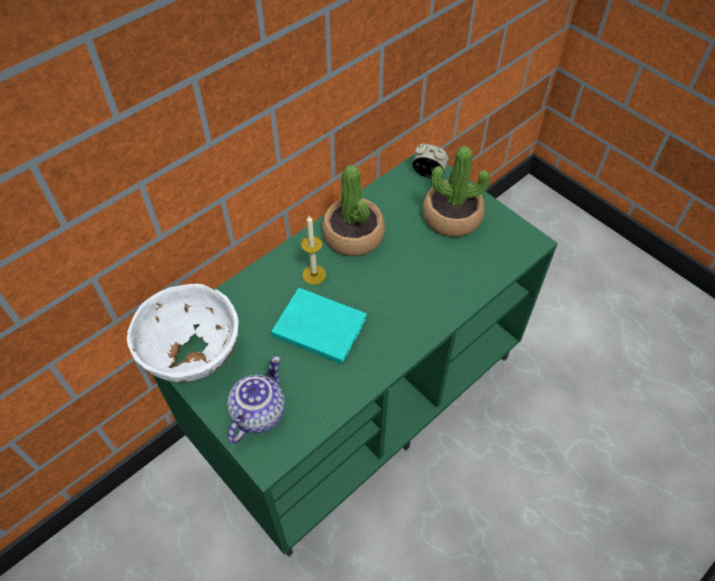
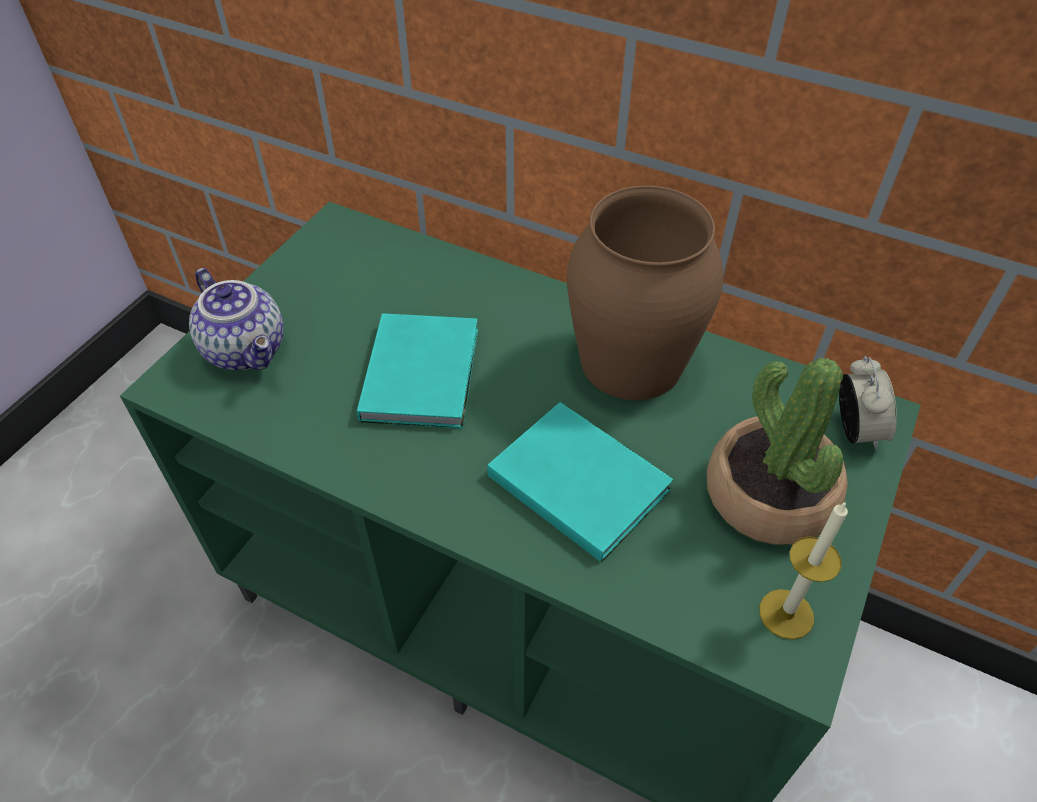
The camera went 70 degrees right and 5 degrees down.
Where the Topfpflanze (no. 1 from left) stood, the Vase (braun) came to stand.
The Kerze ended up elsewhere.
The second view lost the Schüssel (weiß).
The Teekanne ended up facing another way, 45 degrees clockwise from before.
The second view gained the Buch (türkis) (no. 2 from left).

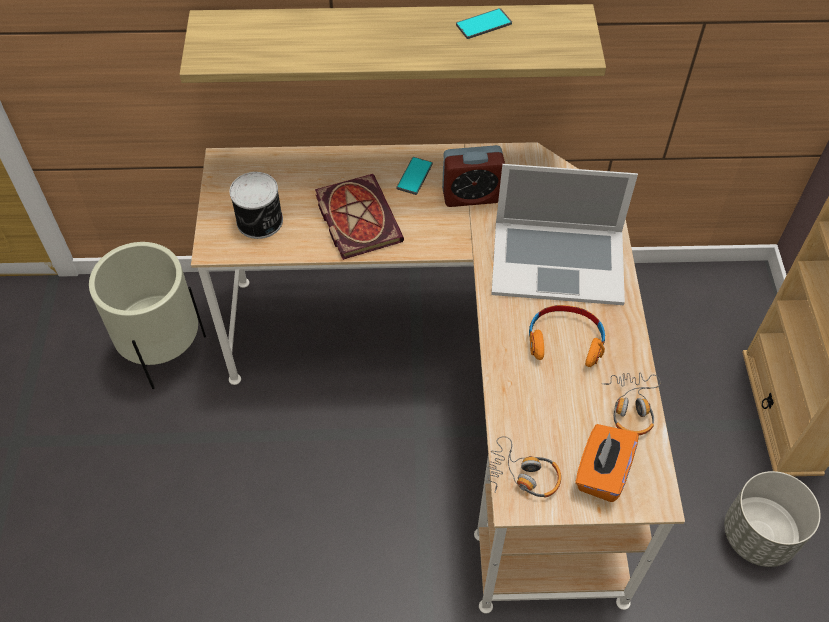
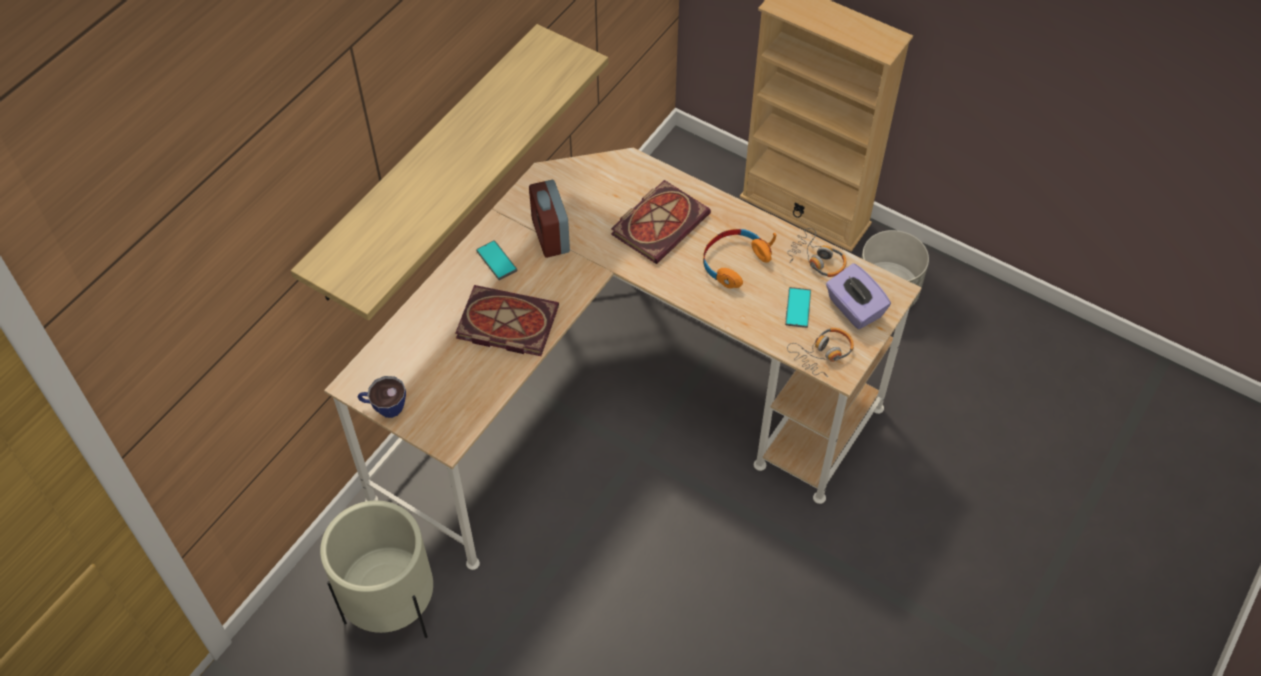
The camera went 55 degrees left and 0 degrees up.
The Handy (no. 2 from left) ended up elsewhere.
The Wecker ended up facing another way, 135 degrees clockwise from before.
Where the Laptop stood, the Buch (no. 2 from left) came to stand.
The second view lost the Dose.
What was the Taschentuchbox (orange) turned into the Taschentuchbox (lila).
The second view gained the Tasse.

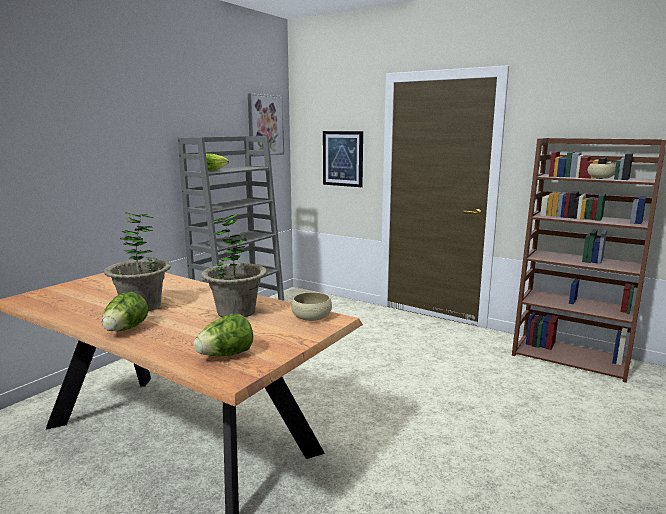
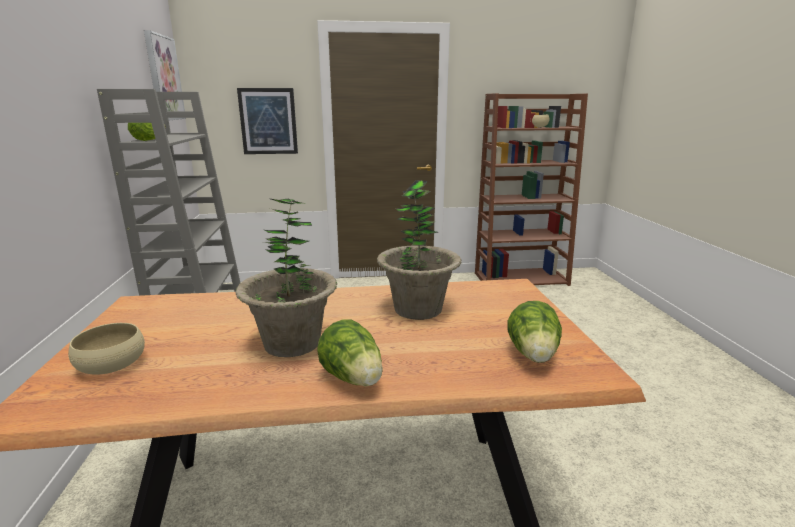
The camera went 40 degrees left and 5 degrees up.
The Schüssel (beige) (no. 1 from left) ended up elsewhere.

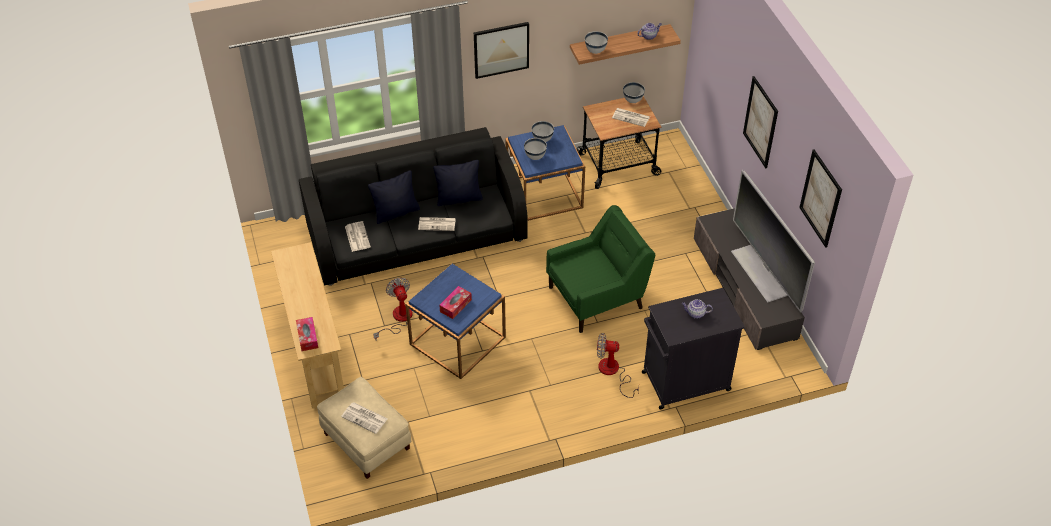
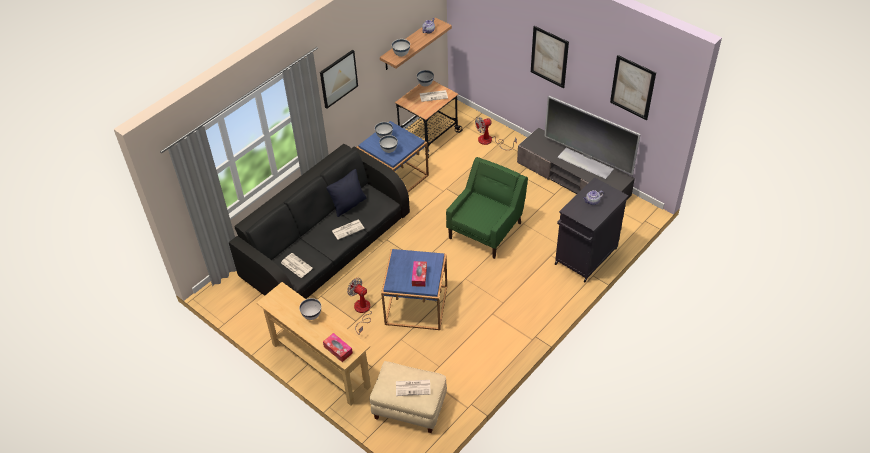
The camera went 30 degrees left and 0 degrees up.
The second view lost the Kissen (schwarz) (no. 1 from left).
The Ventilator (no. 2 from left) ended up elsewhere.
The second view gained the Schüssel (weiß) (no. 1 from left).

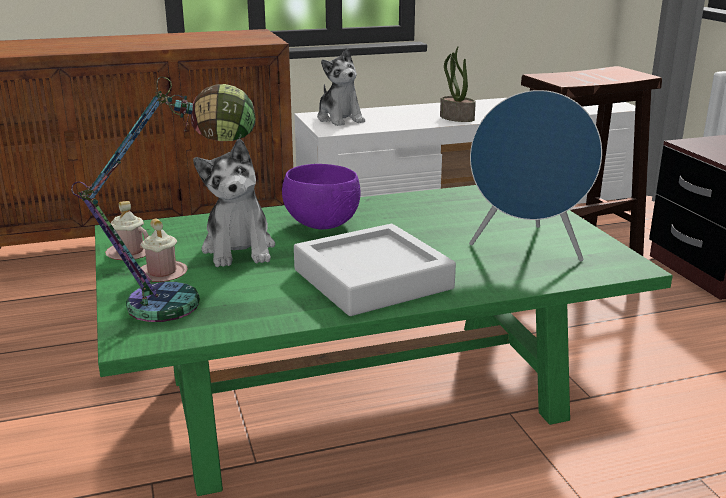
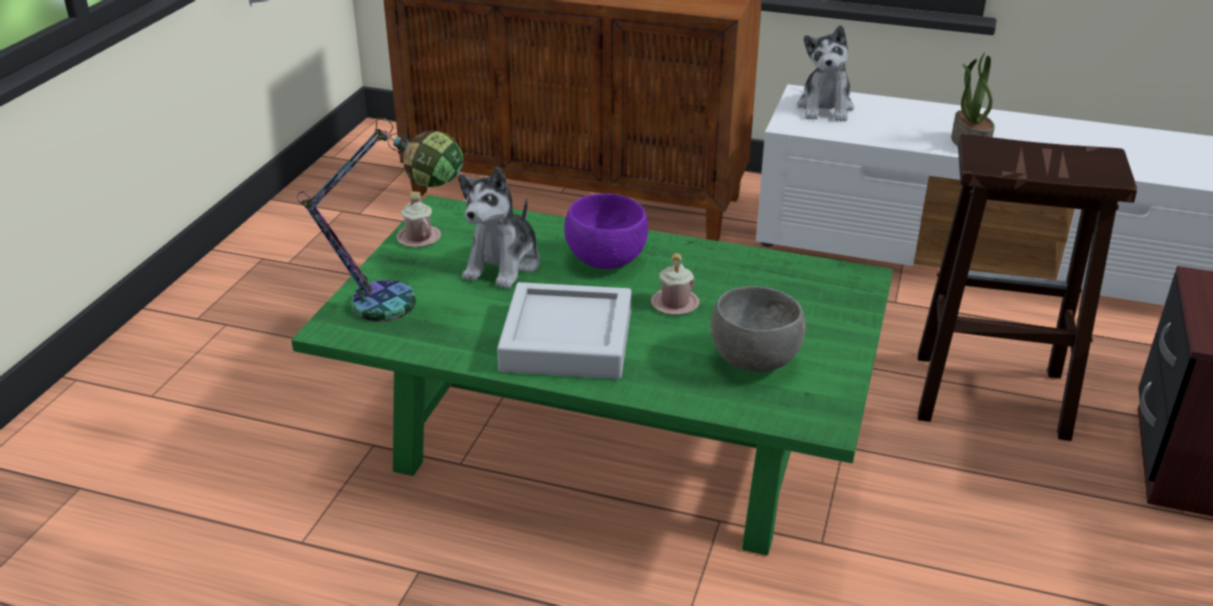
The camera went 35 degrees right and 10 degrees up.
Where the Lautsprecher (blau) stood, the Schüssel (grau) came to stand.
The Henkelbecher (rosa) (no. 2 from left) ended up elsewhere.

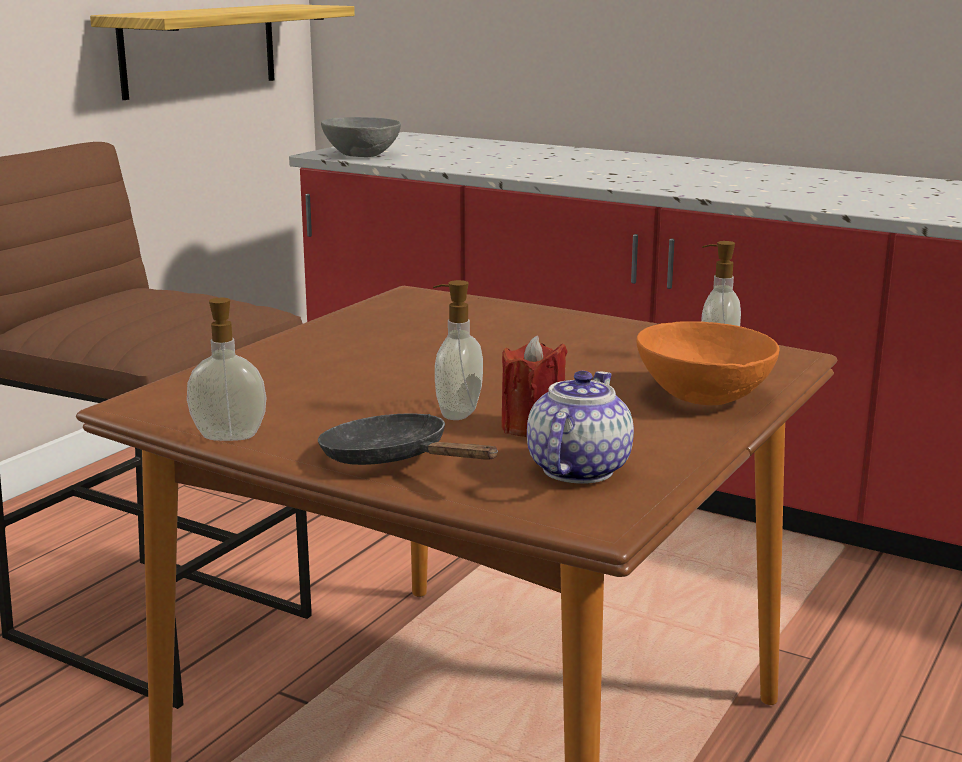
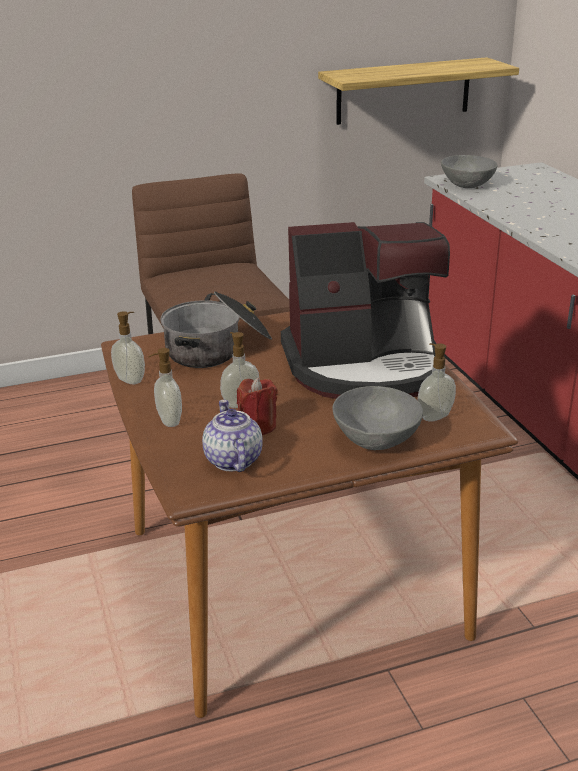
The camera went 40 degrees right and 10 degrees up.
What was the Schüssel (orange) turned into the Schüssel (grau) (no. 1 from left).
The Teekanne ended up facing another way, 75 degrees counterclockwise from before.
Where the Pfanne (schwarz) stood, the Seifenspender (no. 2 from left) came to stand.
The second view gained the Kaffeemaschine.
The second view gained the Kochtopf.

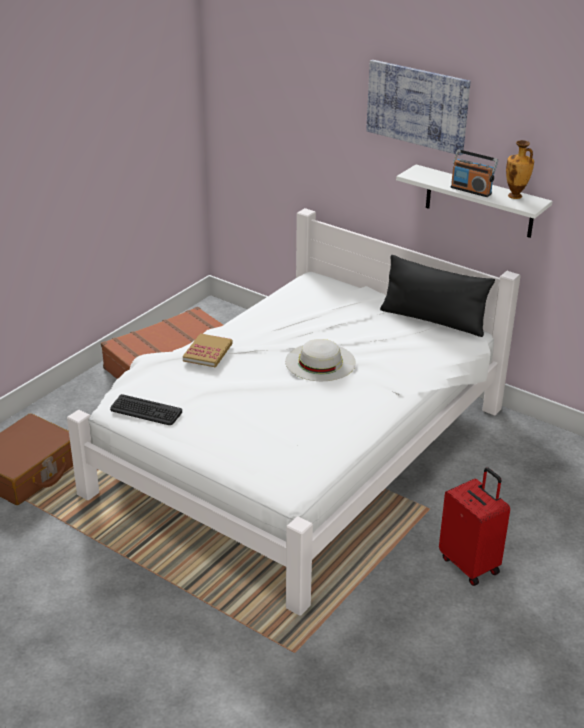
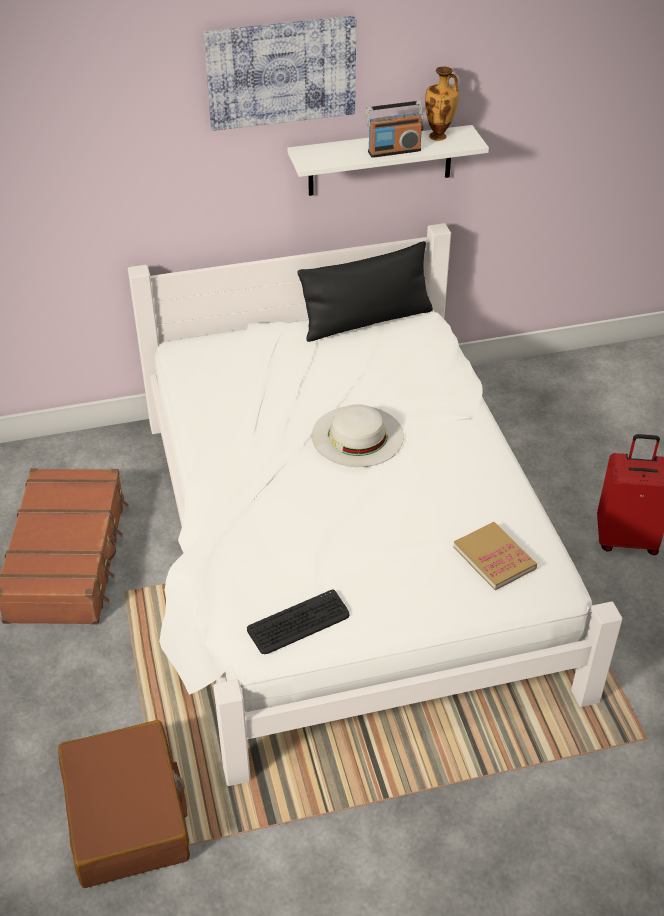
The camera went 50 degrees left and 10 degrees up.
The Buch ended up elsewhere.

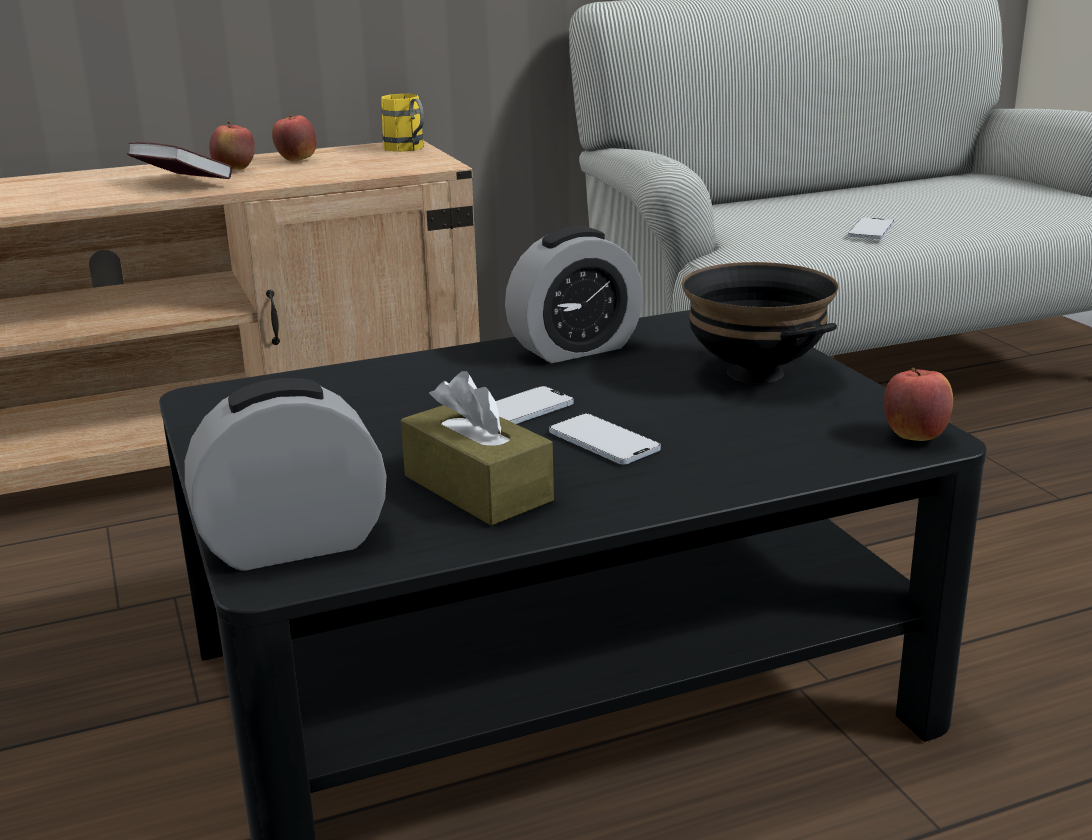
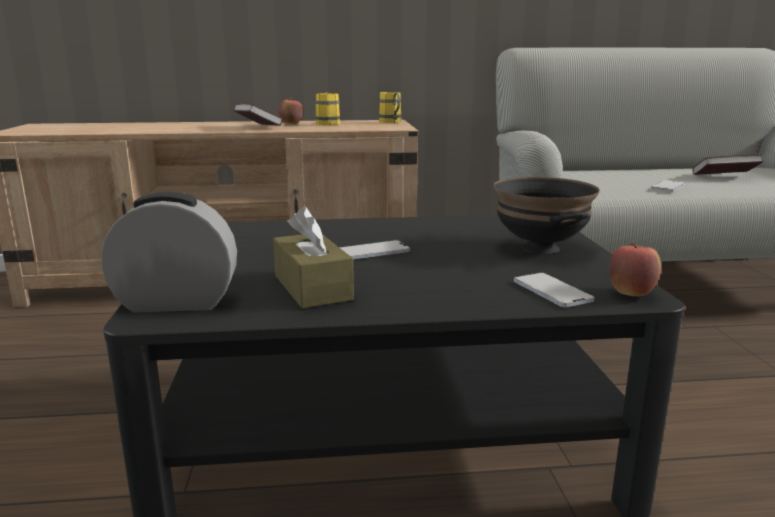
The camera went 15 degrees right and 5 degrees down.
Where the Apfel (no. 2 from left) stood, the Henkelbecher (gelb) (no. 1 from left) came to stand.
The second view lost the Wecker (no. 2 from left).
The Handy (no. 2 from left) ended up elsewhere.
The second view gained the Buch (no. 2 from left).

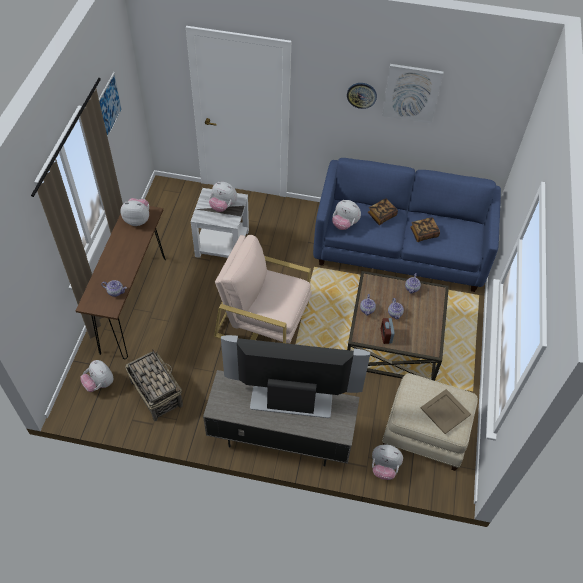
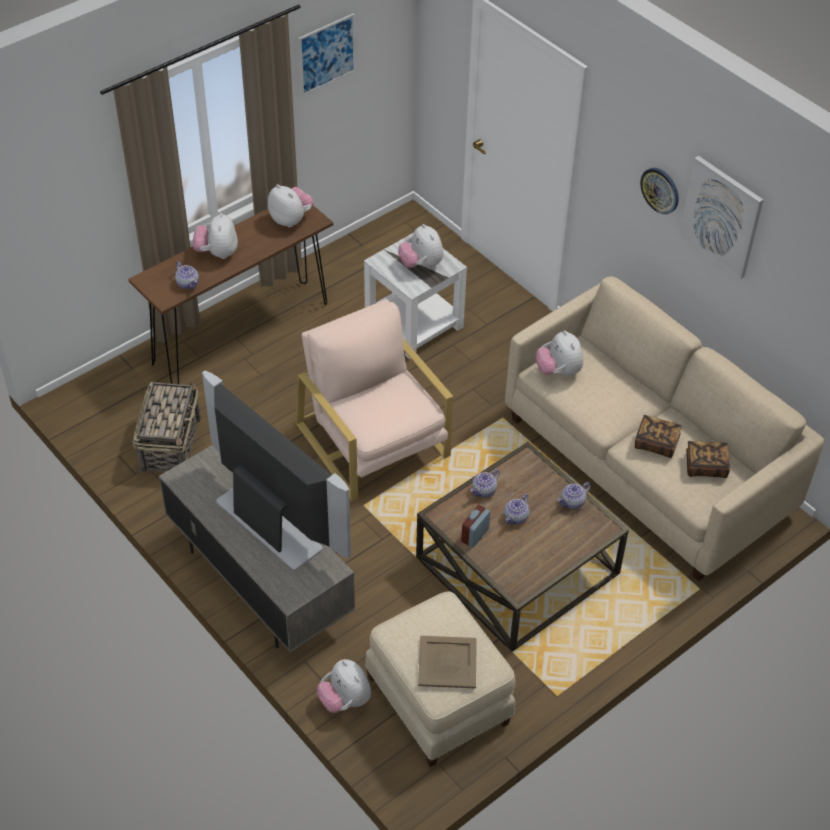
The camera went 40 degrees right and 5 degrees down.
What was the Sofa (blau) turned into the Sofa (beige).
The Buch (no. 1 from left in the first image) ended up elsewhere.
The Plüschtier (no. 1 from left) ended up elsewhere.

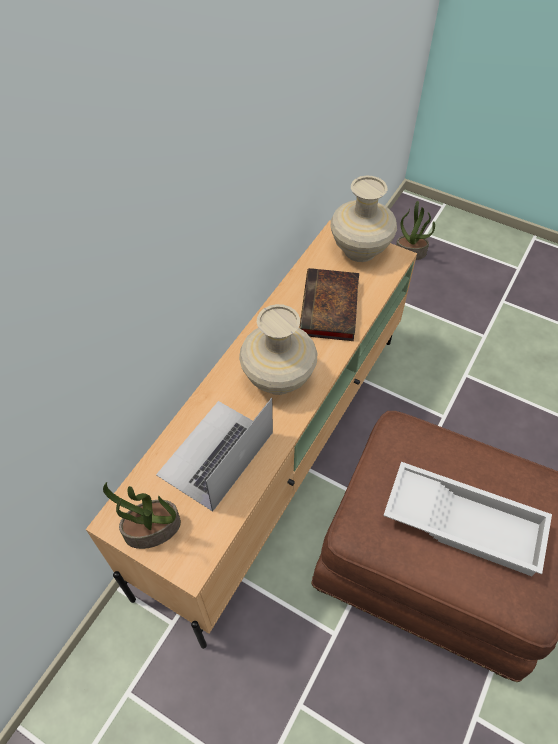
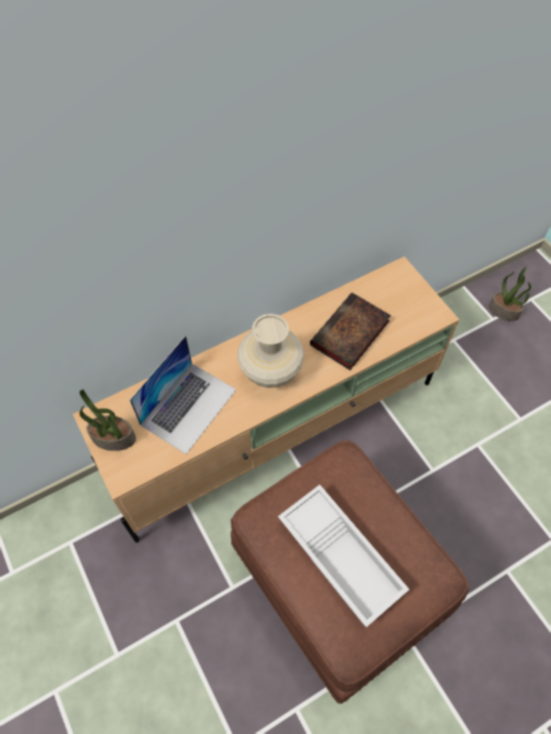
The camera went 30 degrees right and 5 degrees up.
The second view lost the Vase (beige) (no. 2 from left).
The Laptop ended up facing another way, 150 degrees clockwise from before.

